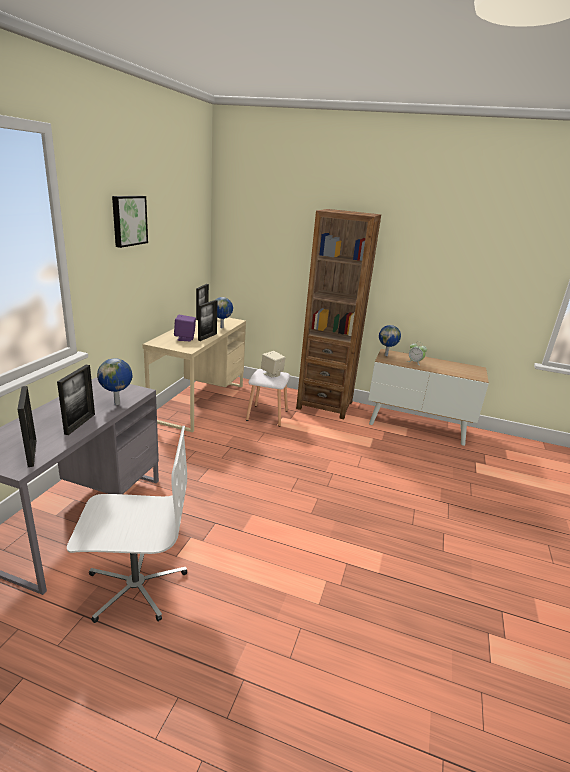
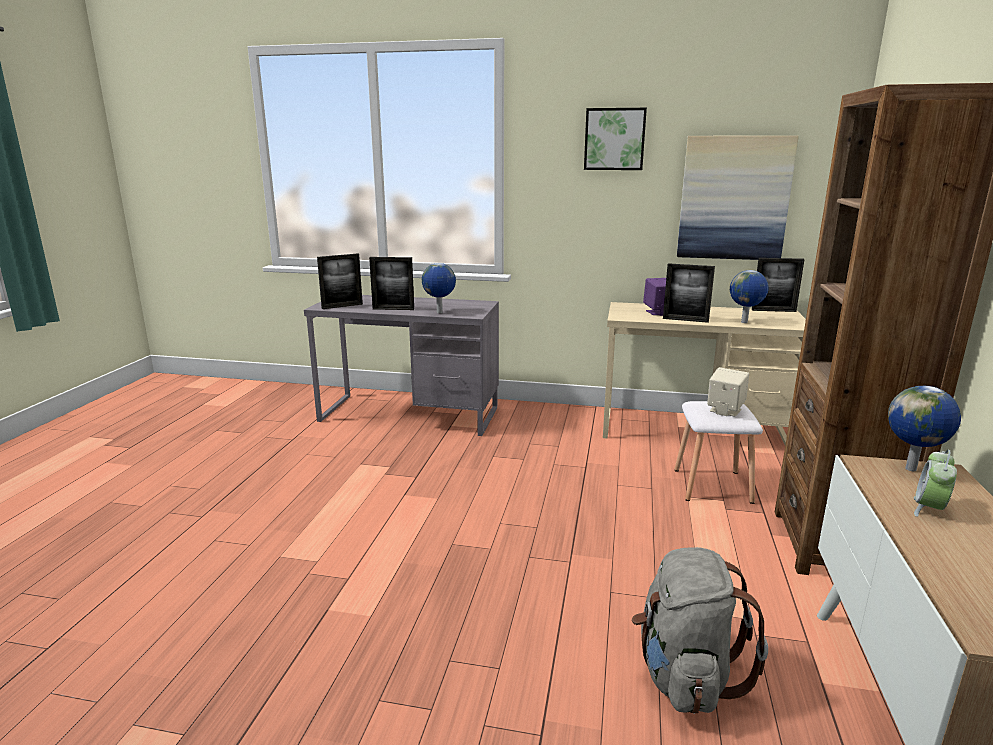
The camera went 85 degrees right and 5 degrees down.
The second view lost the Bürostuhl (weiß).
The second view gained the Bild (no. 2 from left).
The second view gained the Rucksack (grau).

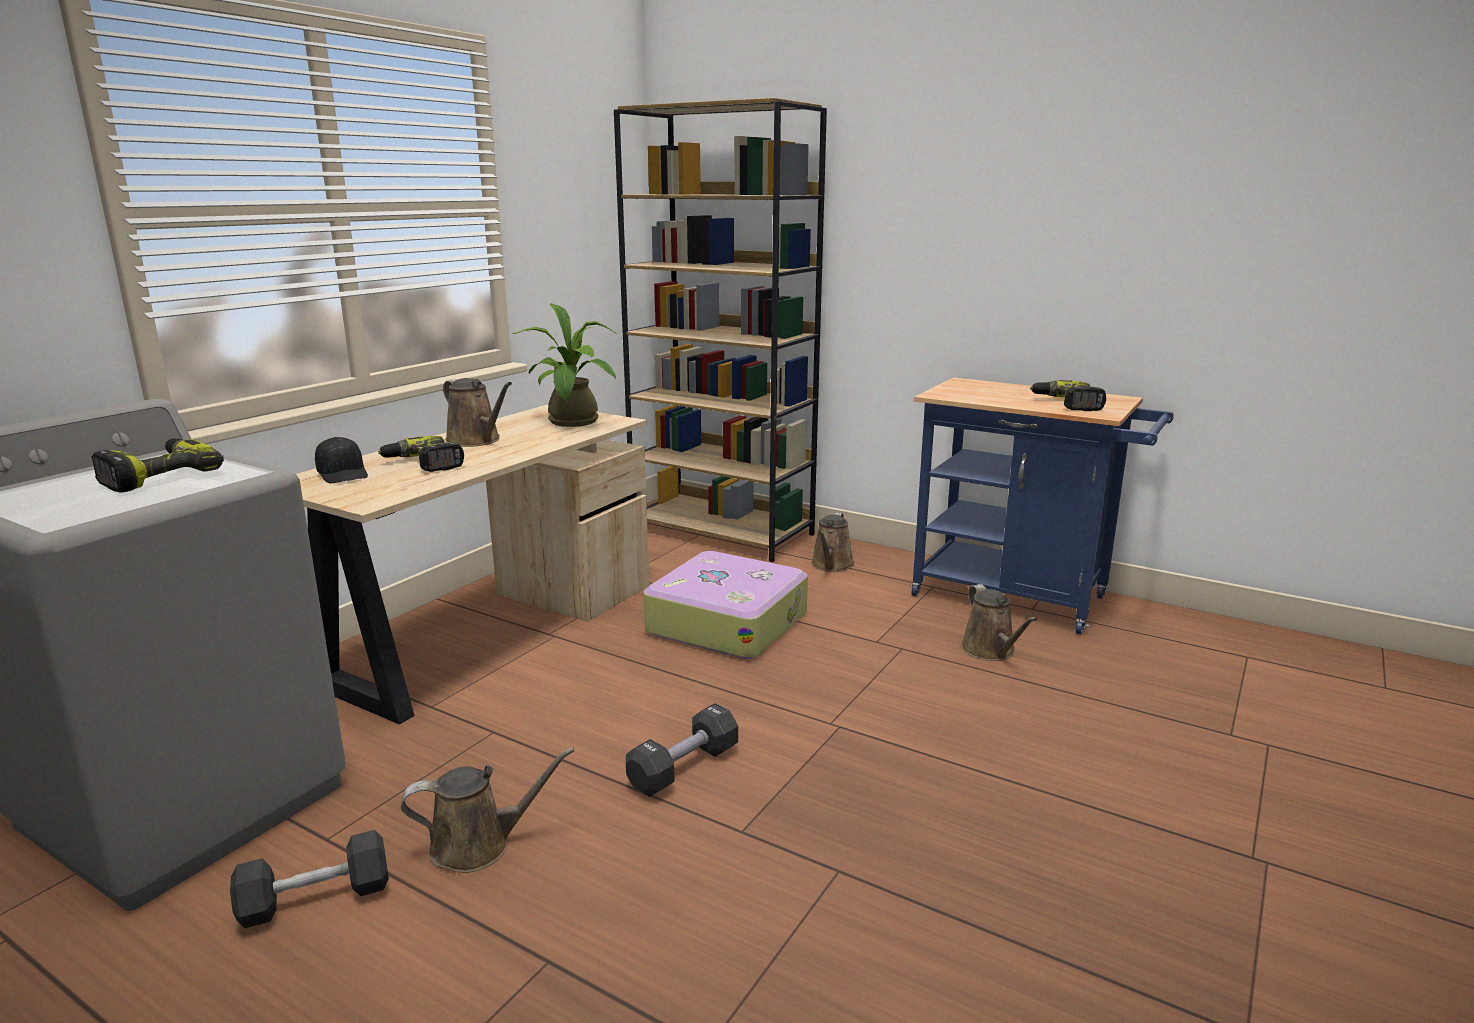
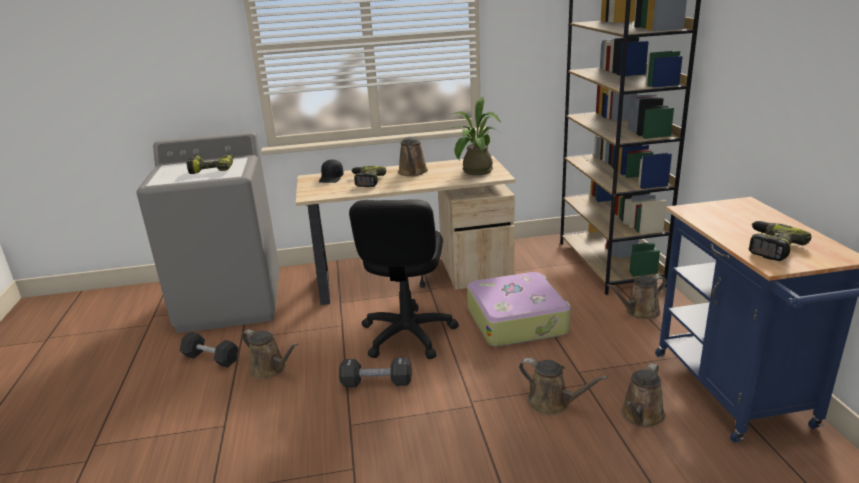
The camera went 50 degrees right and 5 degrees up.
The second view gained the Bürostuhl (schwarz).
The second view gained the Gießkanne (braun) (no. 3 from left).

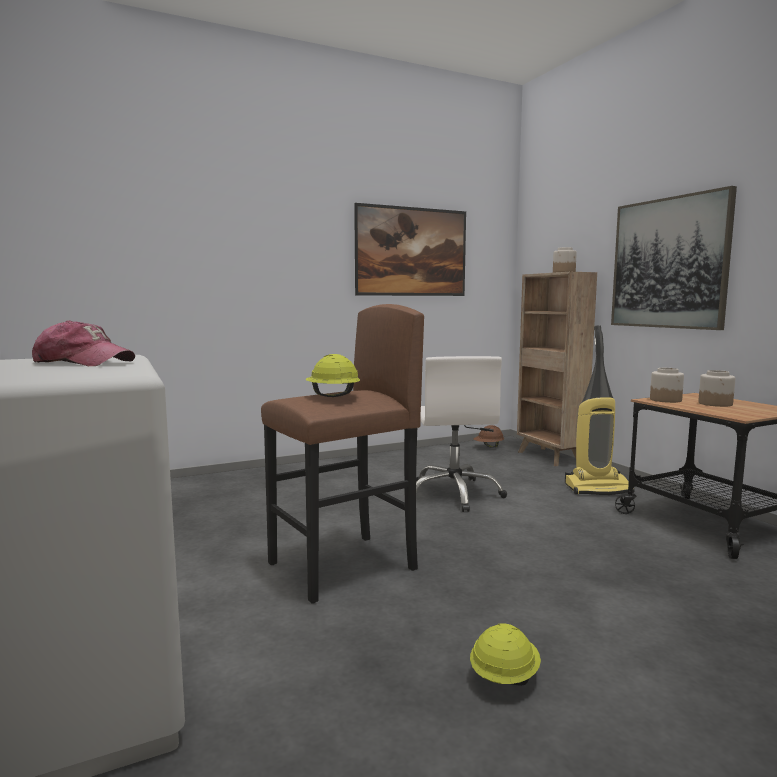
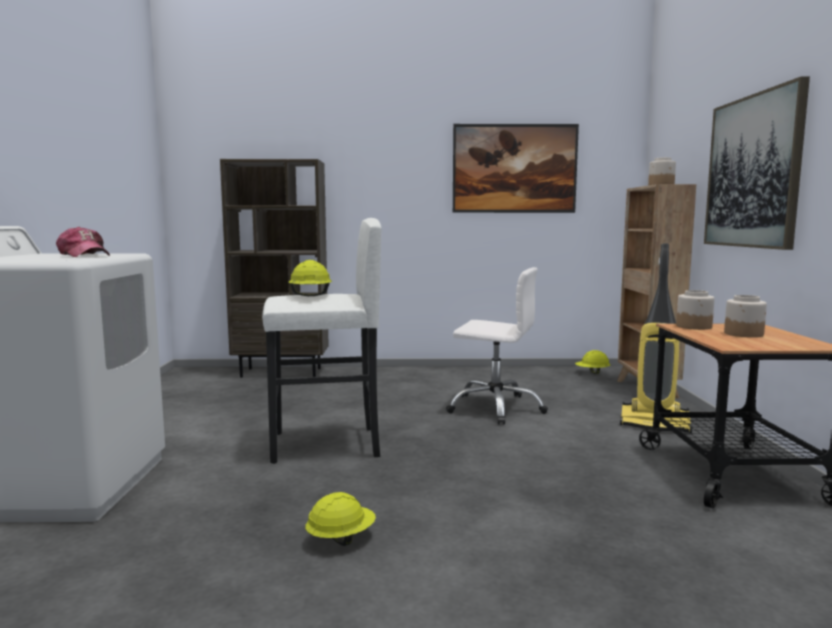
The camera went 25 degrees right and 0 degrees up.
What was the Hocker (braun) turned into the Hocker (weiß).
The Bürostuhl (weiß) ended up facing another way, 90 degrees counterclockwise from before.
What was the Schutzhelm (braun) turned into the Schutzhelm (gelb) (no. 3 from left).
The second view gained the Bücherregal (braun) (no. 1 from left).

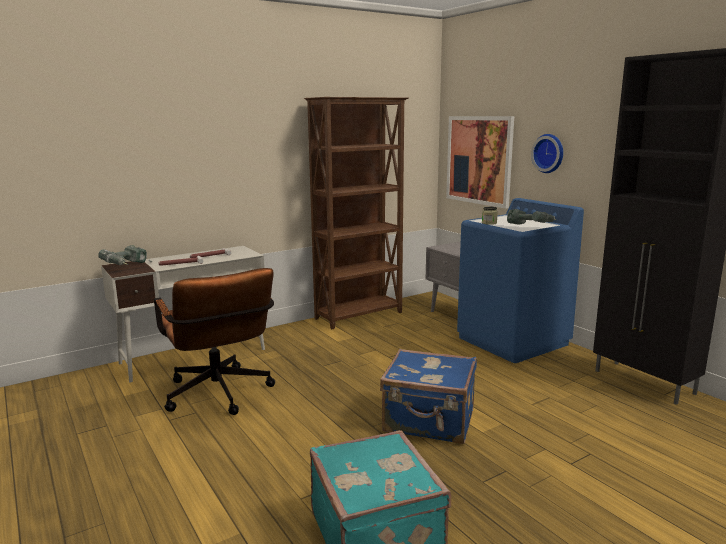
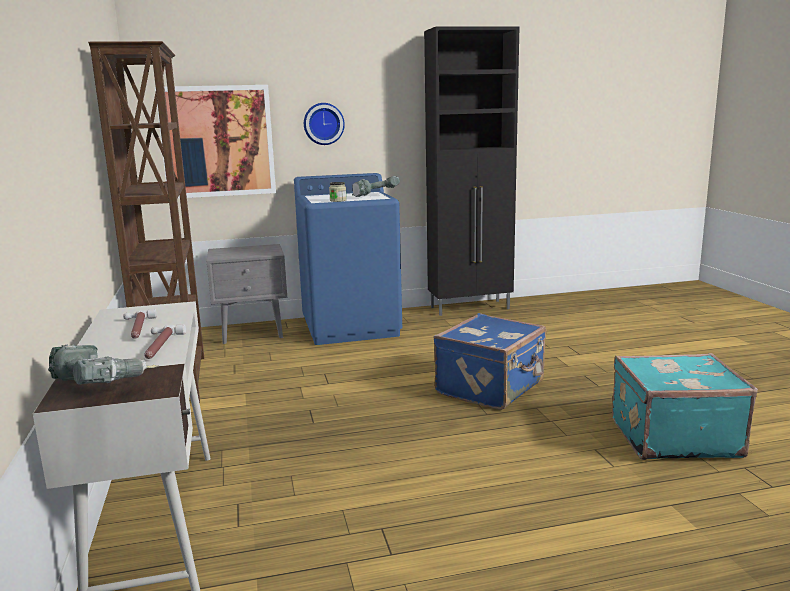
The camera went 70 degrees left and 0 degrees up.
The second view lost the Bürostuhl (braun).

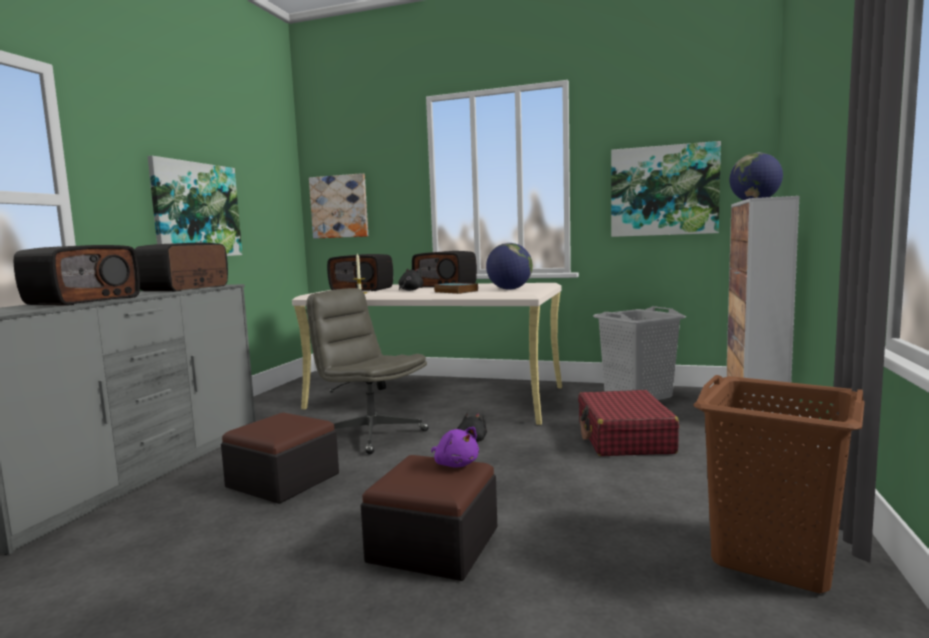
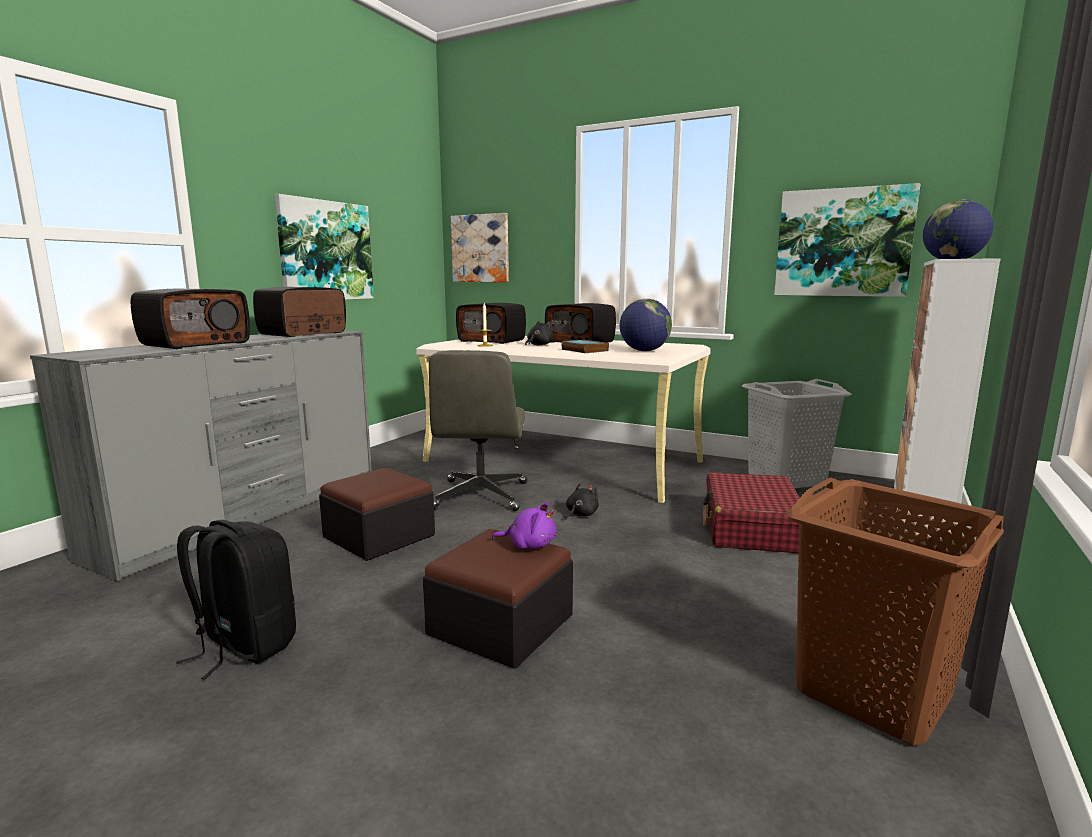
The camera went 10 degrees right and 5 degrees up.
The Bürostuhl (grau) ended up facing another way, 135 degrees counterclockwise from before.
The Plüschtier (lila) ended up facing another way, 45 degrees counterclockwise from before.
The second view gained the Rucksack (schwarz).

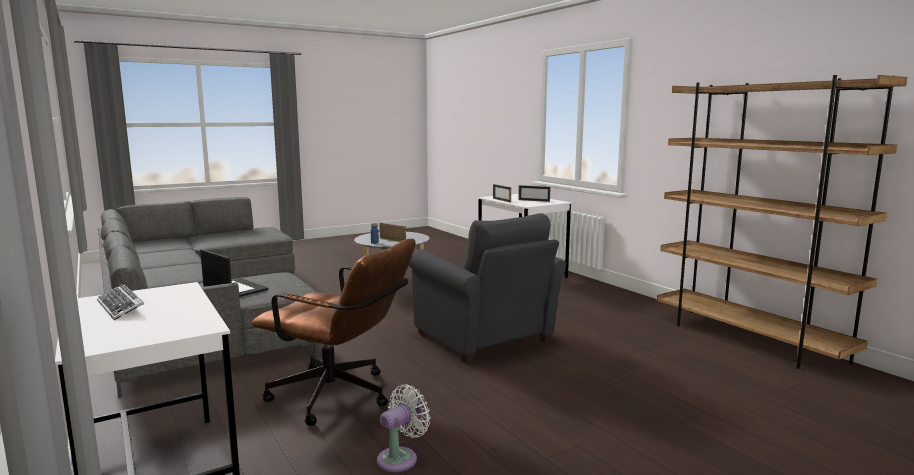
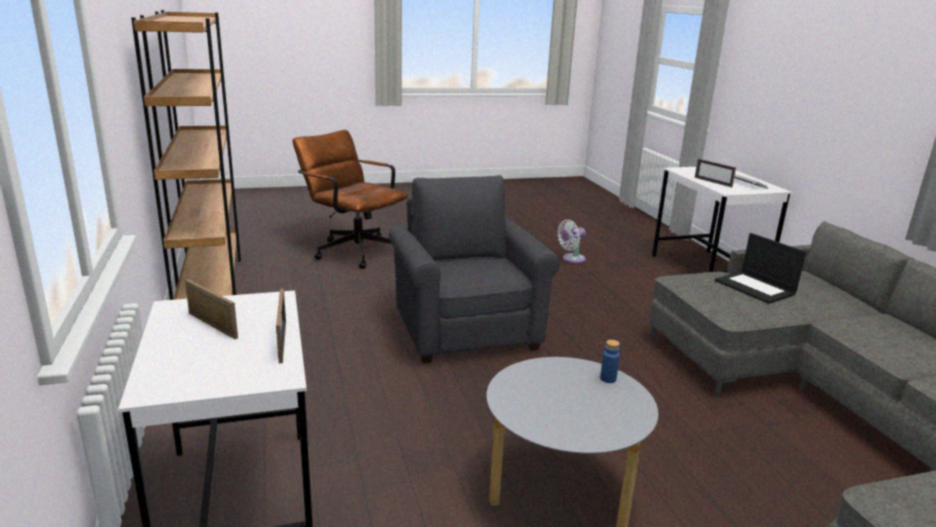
The camera went 165 degrees left and 10 degrees up.
The Bilderrahmen (no. 1 from left in the first image) ended up elsewhere.
The Bürostuhl (braun) ended up elsewhere.

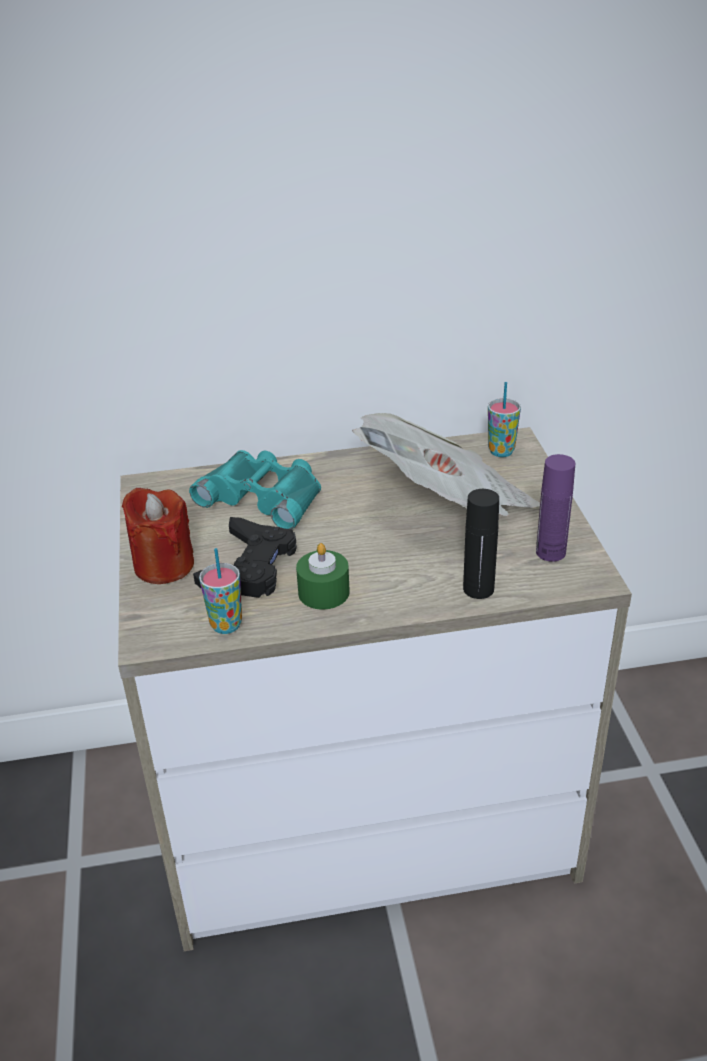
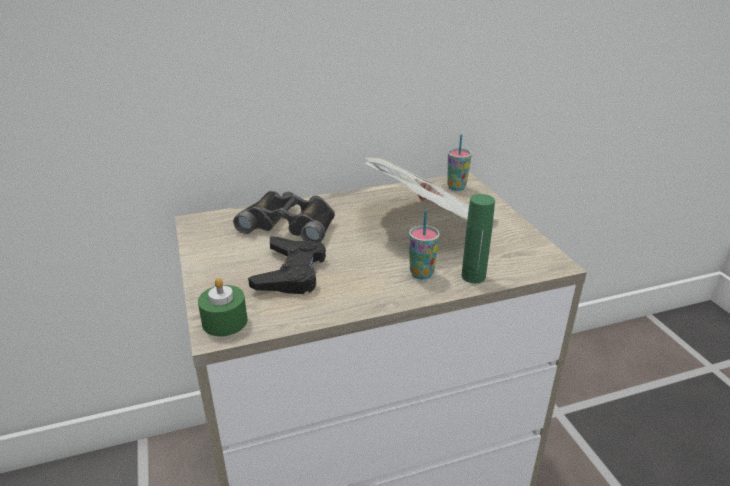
The camera went 10 degrees left and 5 degrees down.
What was the Fernglas (türkis) turned into the Fernglas (schwarz).
The second view lost the Flasche (lila).
The second view lost the Kerze (rot).
What was the Flasche (schwarz) turned into the Flasche (grün).
The Kerze (grün) ended up elsewhere.
The Tasse (no. 1 from left) ended up elsewhere.

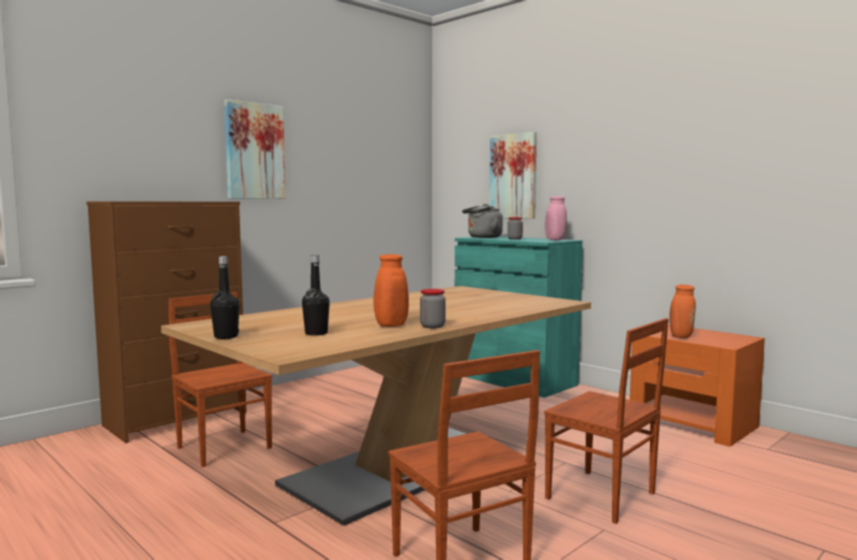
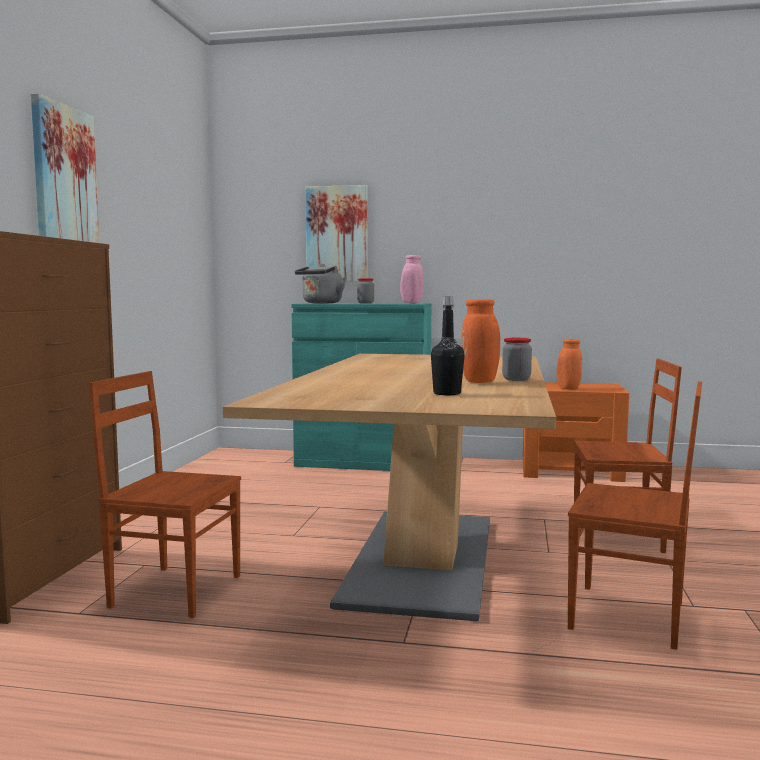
The camera went 35 degrees left and 0 degrees up.
The second view lost the Flasche (schwarz) (no. 1 from left).

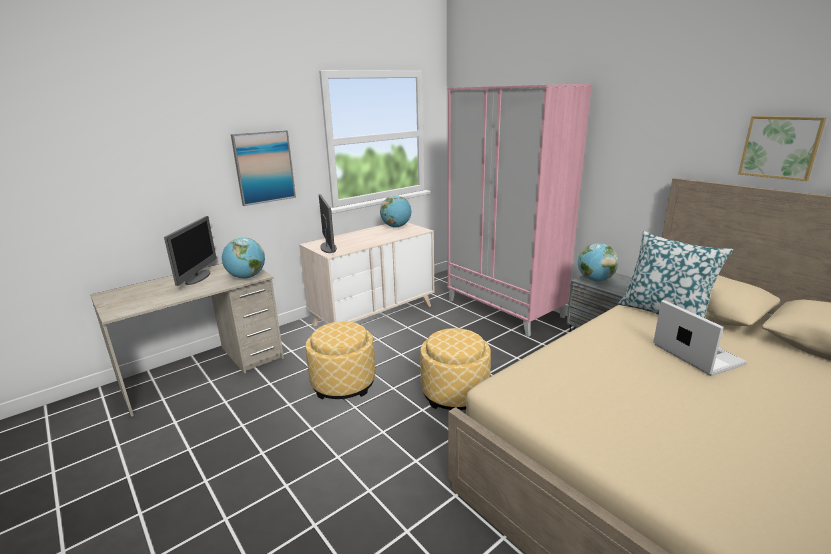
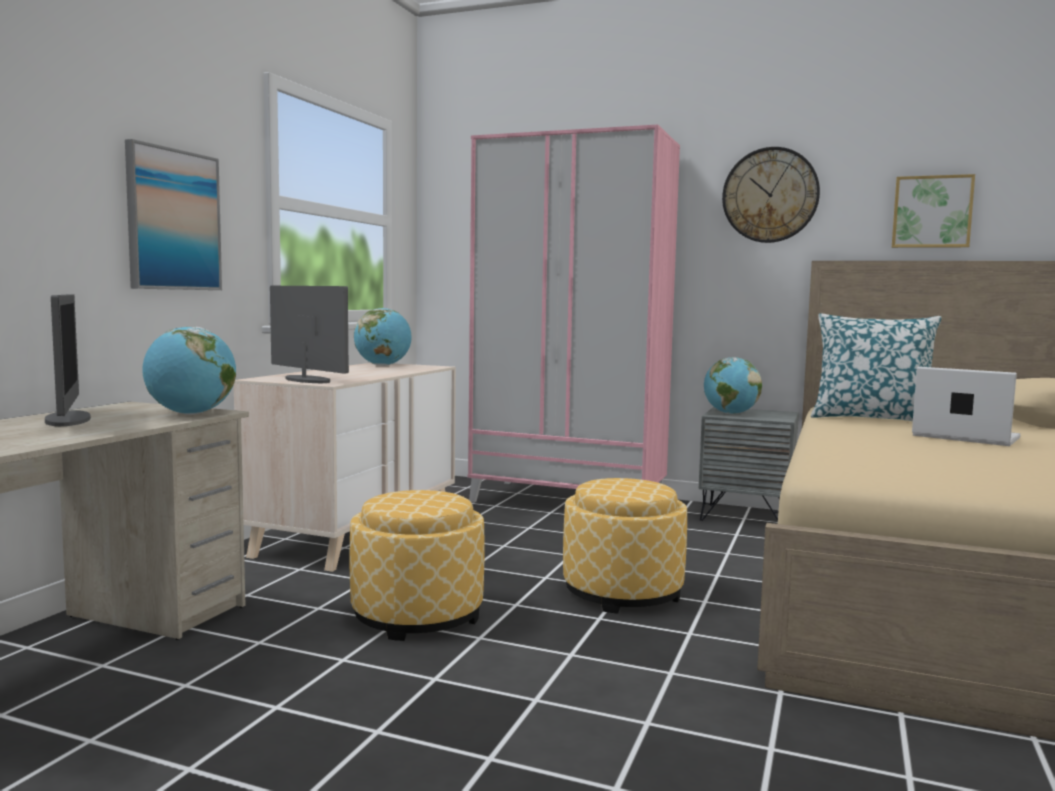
The camera went 30 degrees left and 15 degrees down.
The second view gained the Wanduhr.

